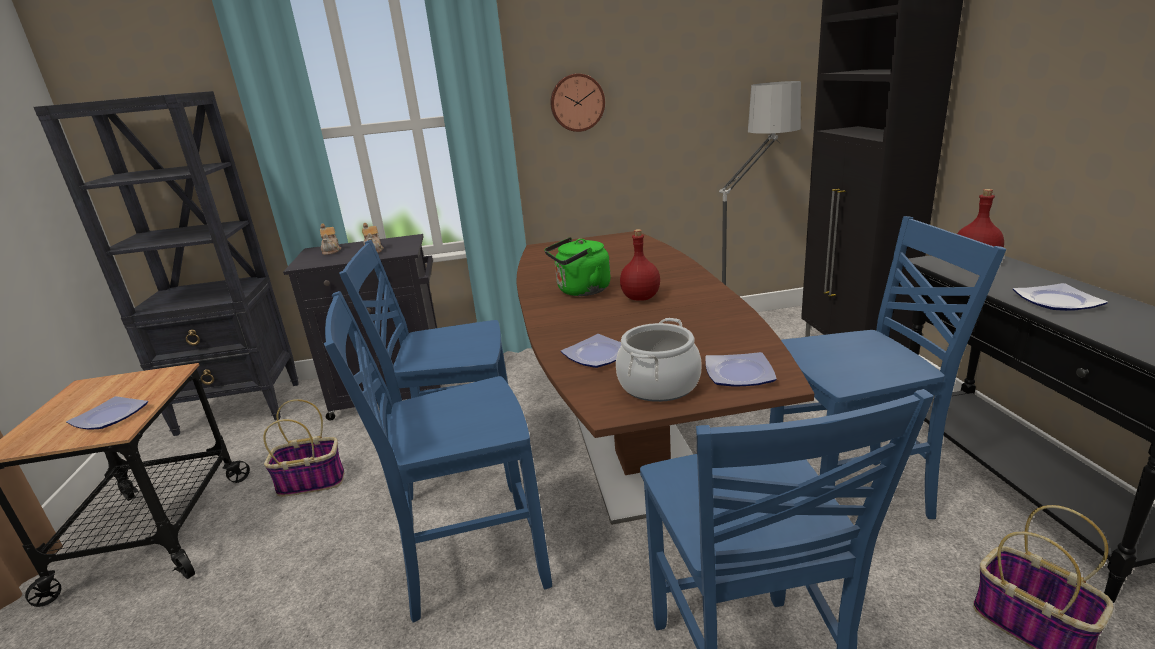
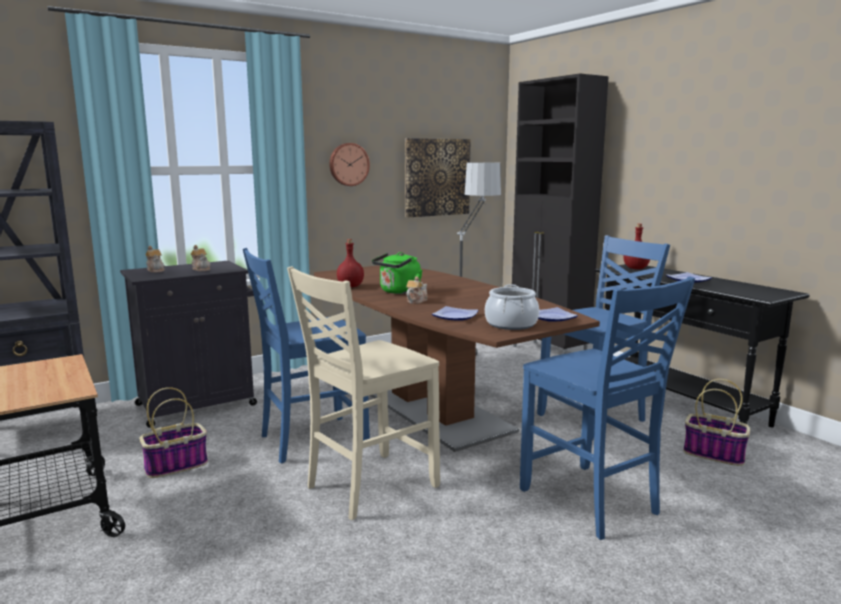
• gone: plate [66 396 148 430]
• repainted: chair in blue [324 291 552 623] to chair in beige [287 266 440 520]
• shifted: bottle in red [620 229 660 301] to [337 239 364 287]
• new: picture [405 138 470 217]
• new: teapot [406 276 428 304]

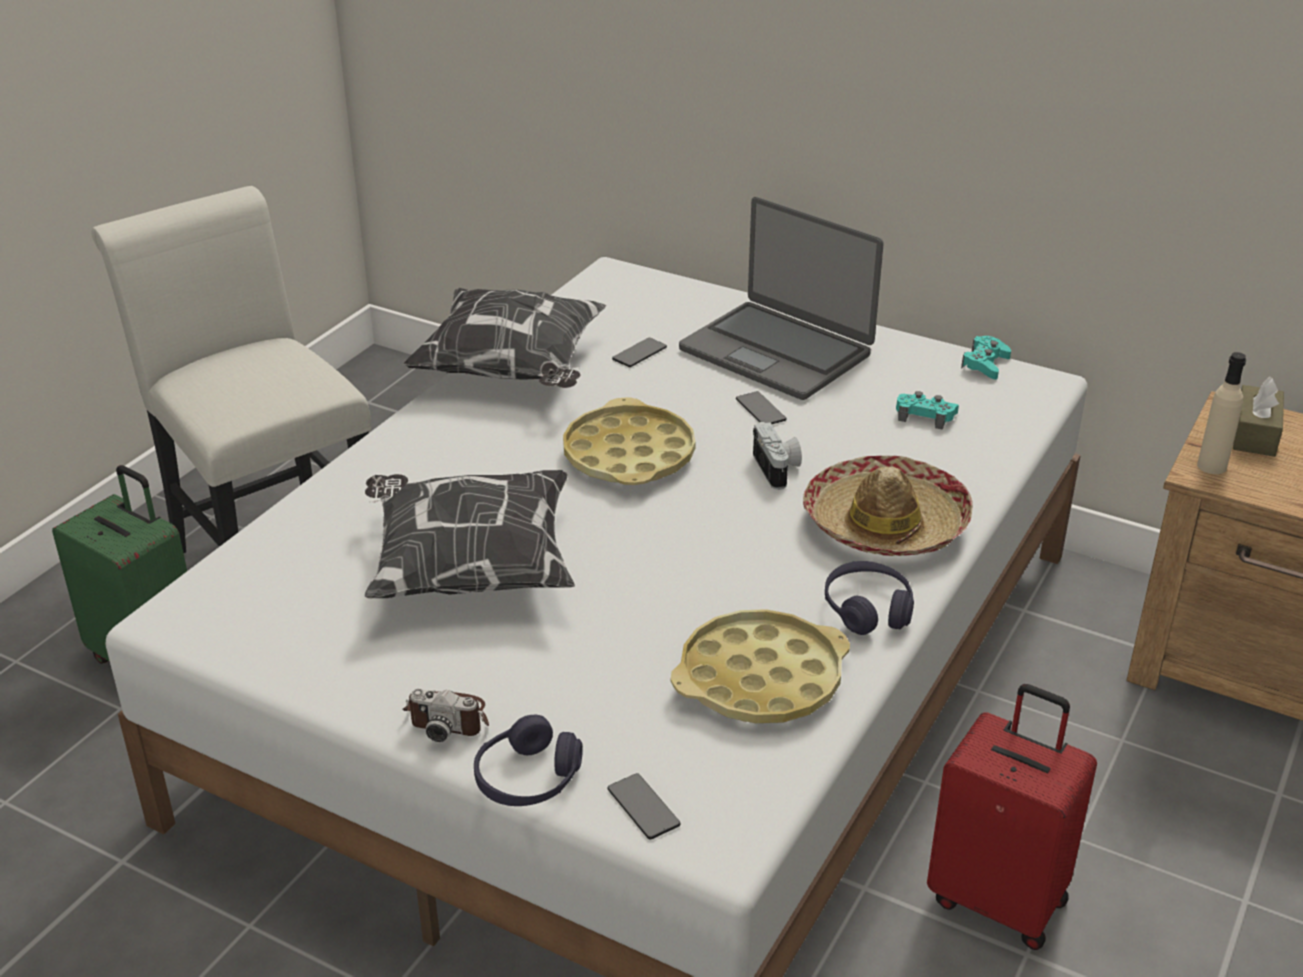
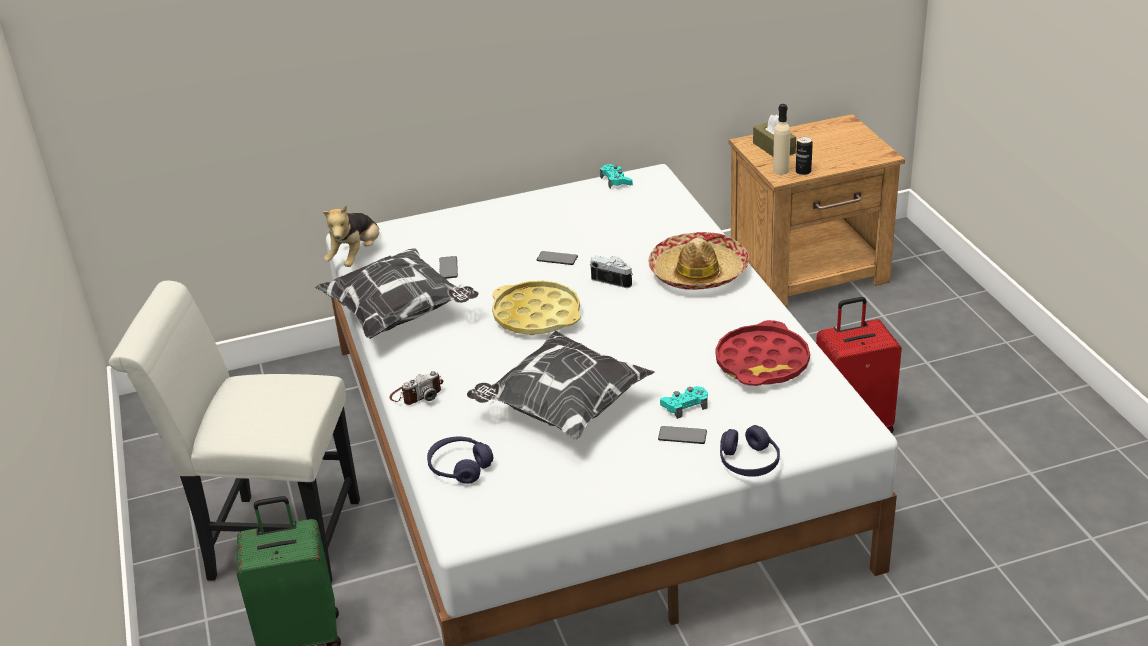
• shifted: photo camera [402 689 489 742] to [389 371 443 405]
• shifted: phone [607 773 680 840] to [658 426 707 444]
• repainted: tray in yellow [671 609 850 723] to tray in red [715 320 810 386]
• gone: laptop [679 197 884 400]
• shifted: headphones in purple [825 561 914 635] to [427 437 493 484]
• shifted: game controller in turquoise [896 391 959 430] to [660 386 708 419]
• new: plush toy [323 205 379 267]
• new: can [796 136 813 175]

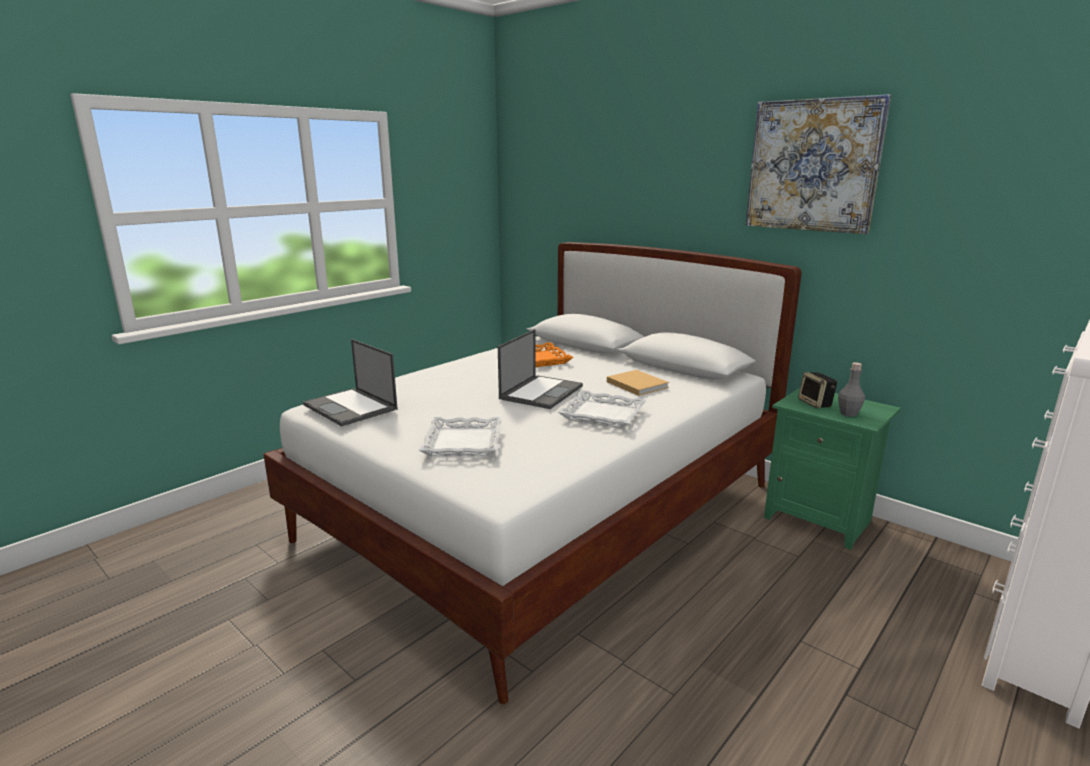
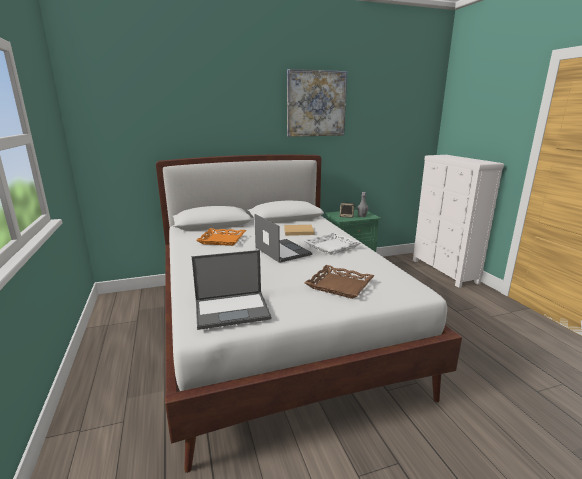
• repainted: tray in white [419 417 502 456] to tray in brown [304 265 374 299]

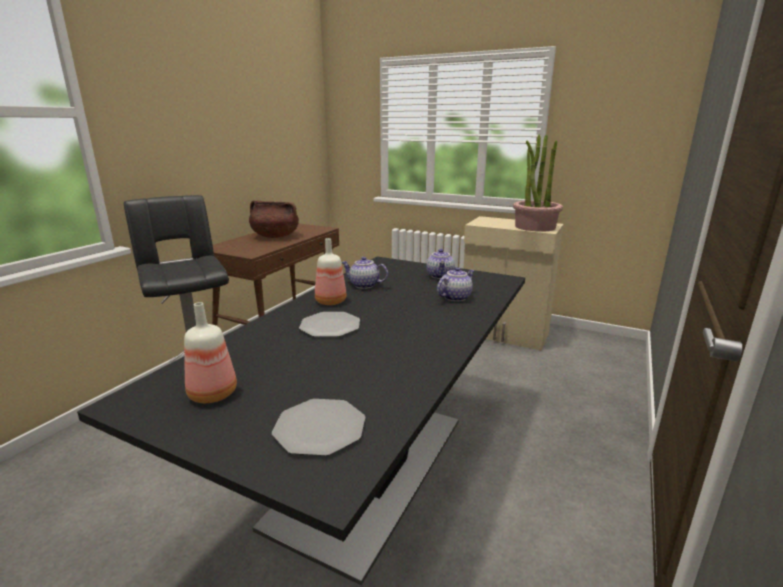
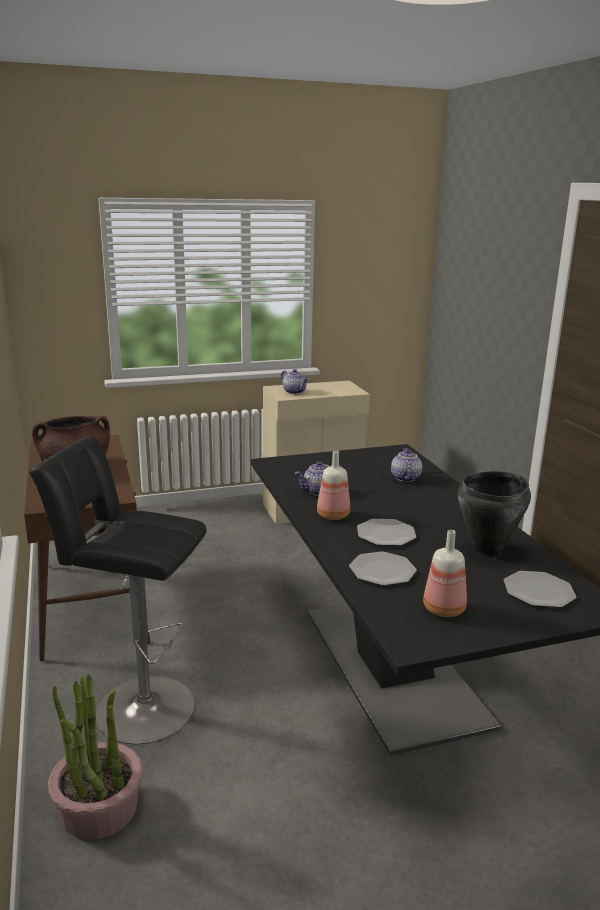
• shifted: teapot [426 249 455 279] to [281 369 309 394]
• shifted: potted plant [513 135 563 232] to [48 675 143 840]
• new: plate [349 551 417 586]
• new: cooking pot in black [458 471 531 556]

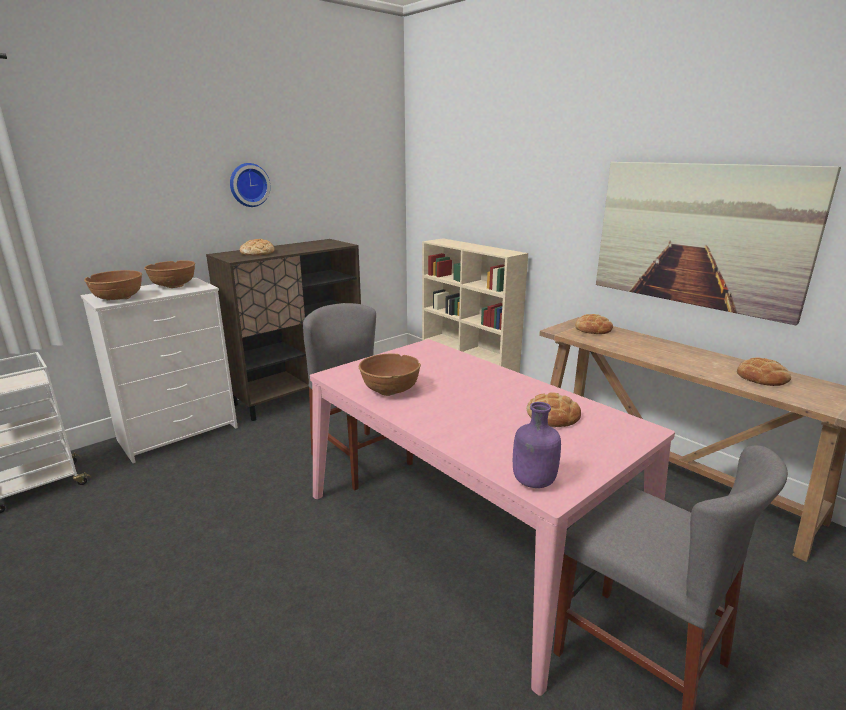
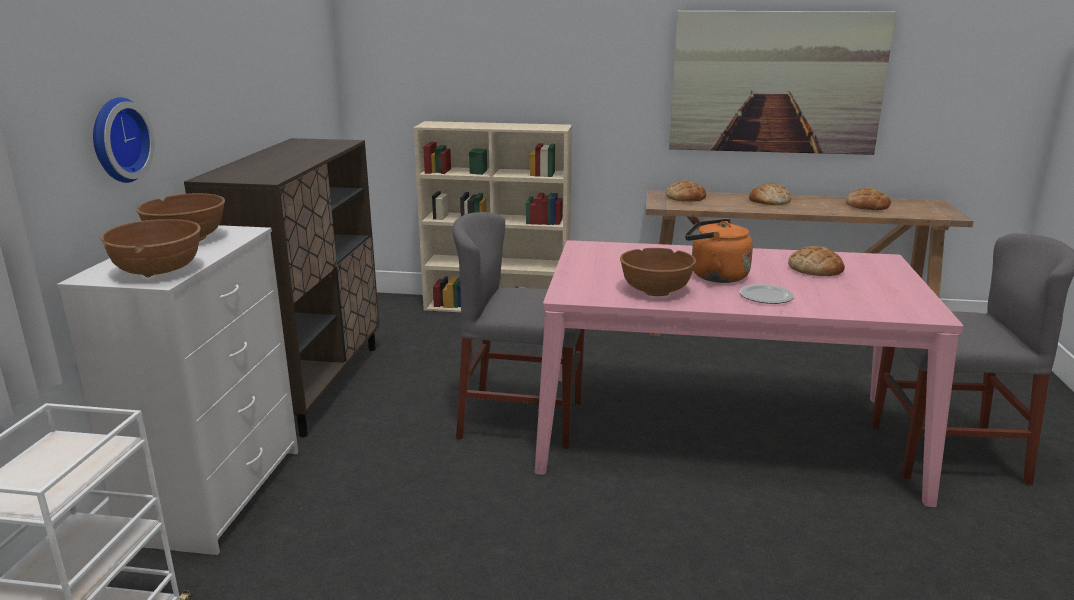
• shifted: wall clock [230 163 270 207] to [93 97 155 183]
• shifted: bread [240 239 275 256] to [749 183 791 205]
• gone: bottle in purple [513 402 561 488]
• new: kettle in orange [685 219 753 283]
• new: plate [740 284 794 304]

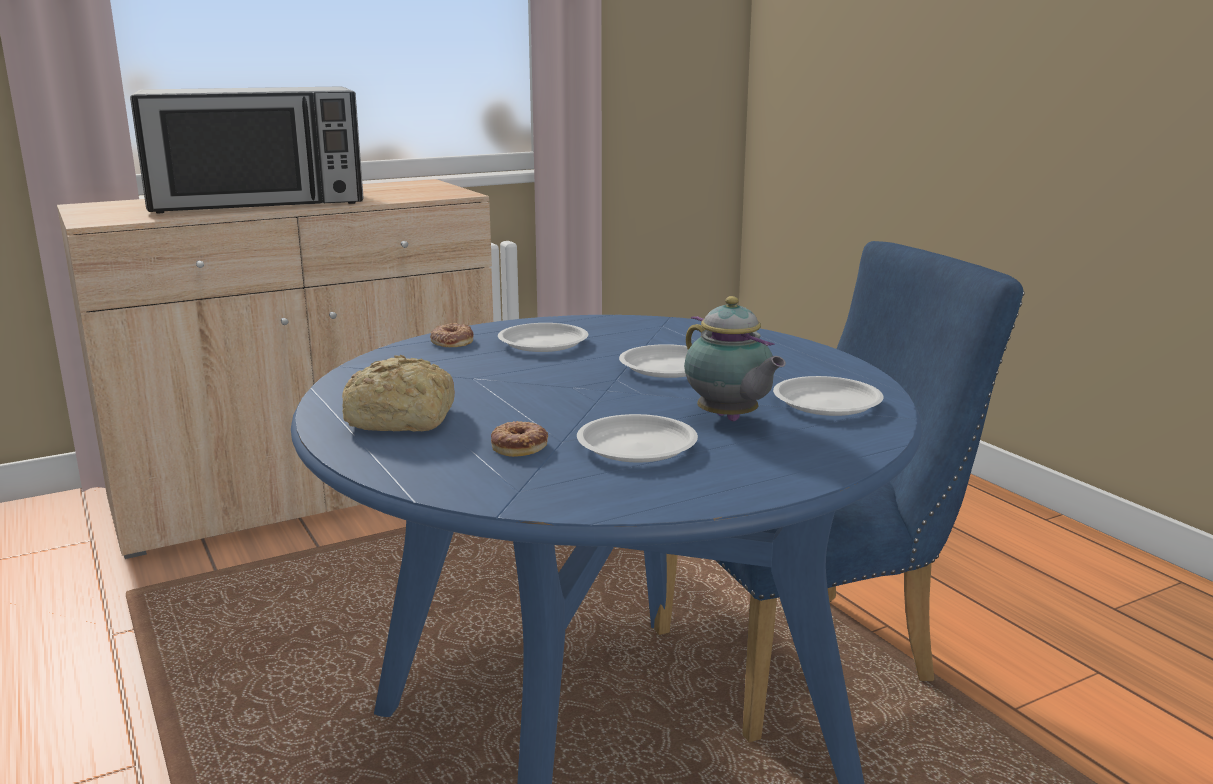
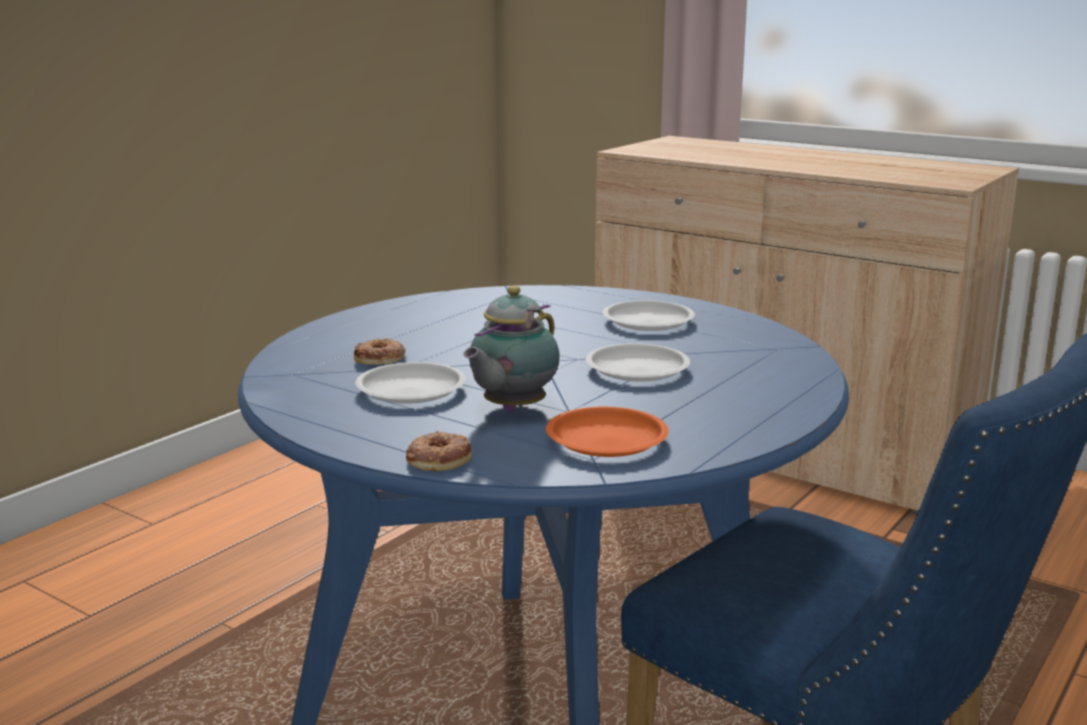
• gone: microwave [130 87 364 213]
• gone: bread [342 355 455 432]
• shifted: donut [430 323 474 347] to [406 431 472 471]
• repainted: plate in white [773 376 884 416] to plate in orange [546 407 669 457]

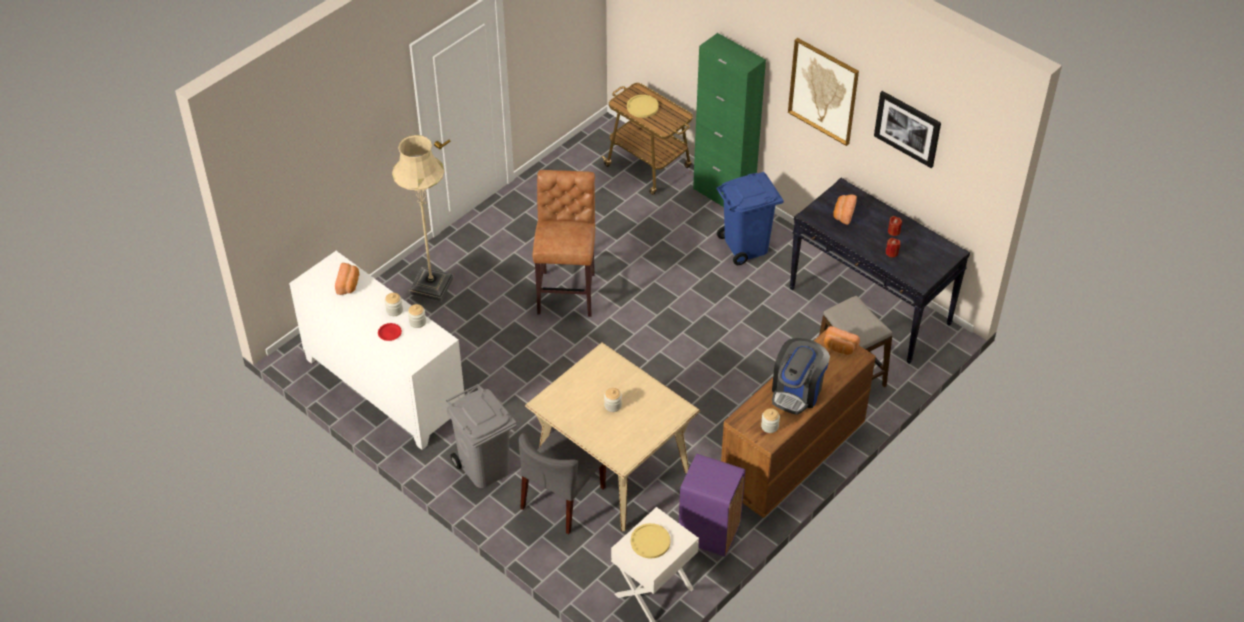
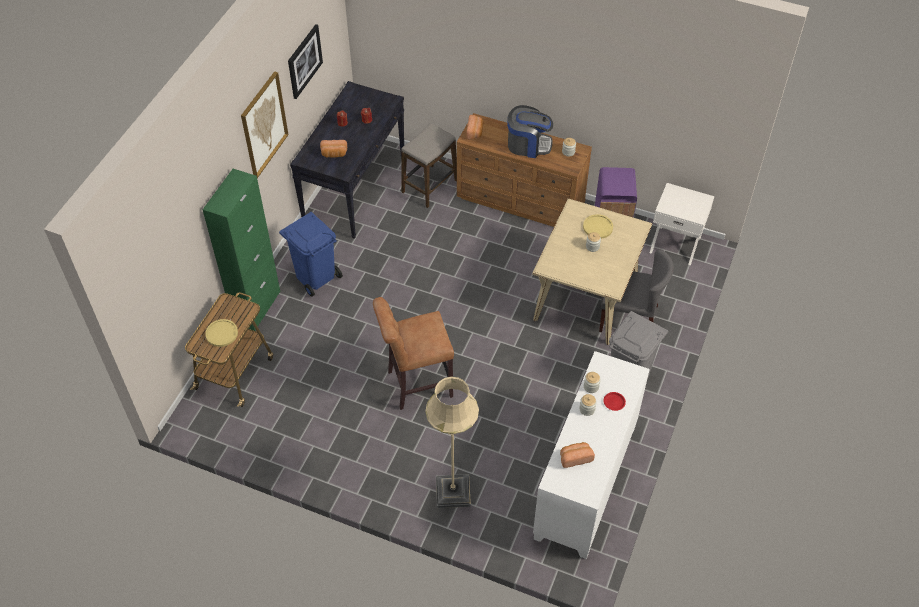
• shifted: plate in yellow [631 523 671 559] to [583 214 613 239]

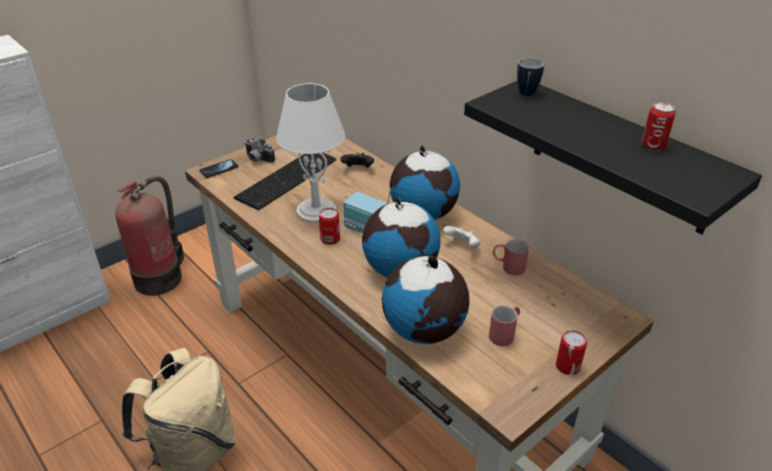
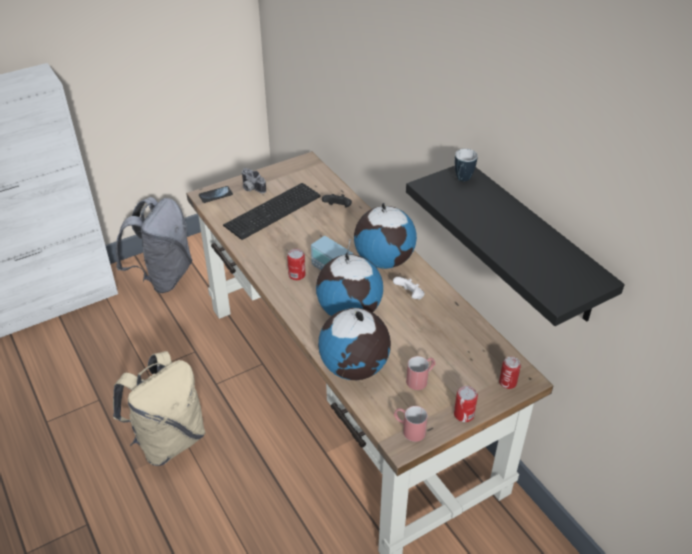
• swapped: fire extinguisher [115 176 184 296] to backpack in grey [116 197 192 293]
• gone: table lamp in white [276 83 345 223]
• shifted: mug in red [493 239 529 276] to [394 406 428 442]
• shifted: can [642 102 675 151] to [499 356 521 389]

